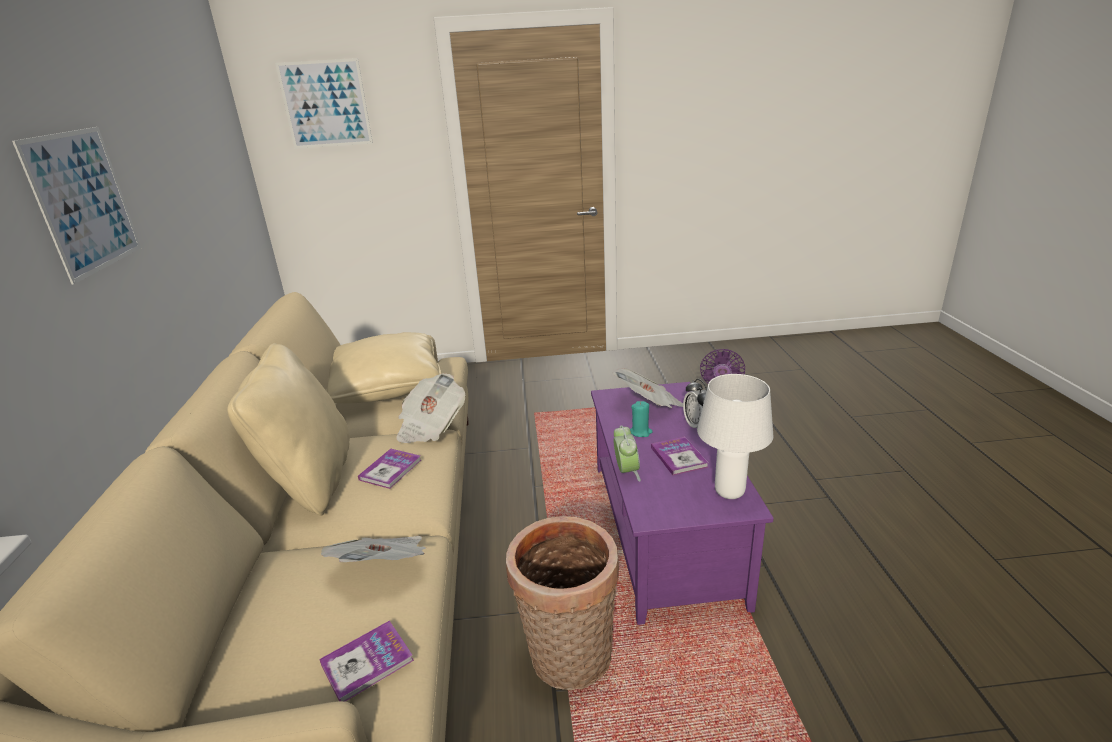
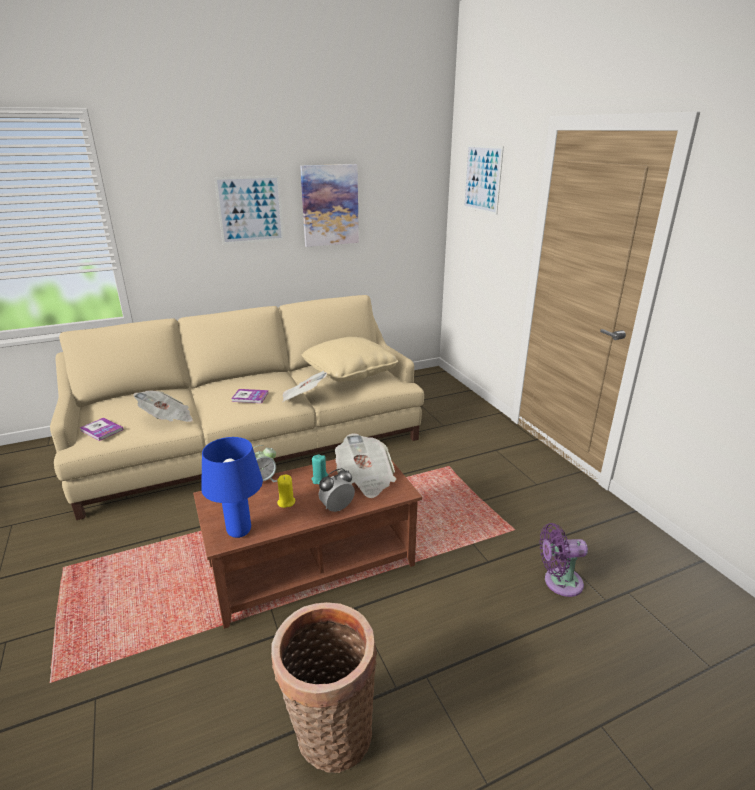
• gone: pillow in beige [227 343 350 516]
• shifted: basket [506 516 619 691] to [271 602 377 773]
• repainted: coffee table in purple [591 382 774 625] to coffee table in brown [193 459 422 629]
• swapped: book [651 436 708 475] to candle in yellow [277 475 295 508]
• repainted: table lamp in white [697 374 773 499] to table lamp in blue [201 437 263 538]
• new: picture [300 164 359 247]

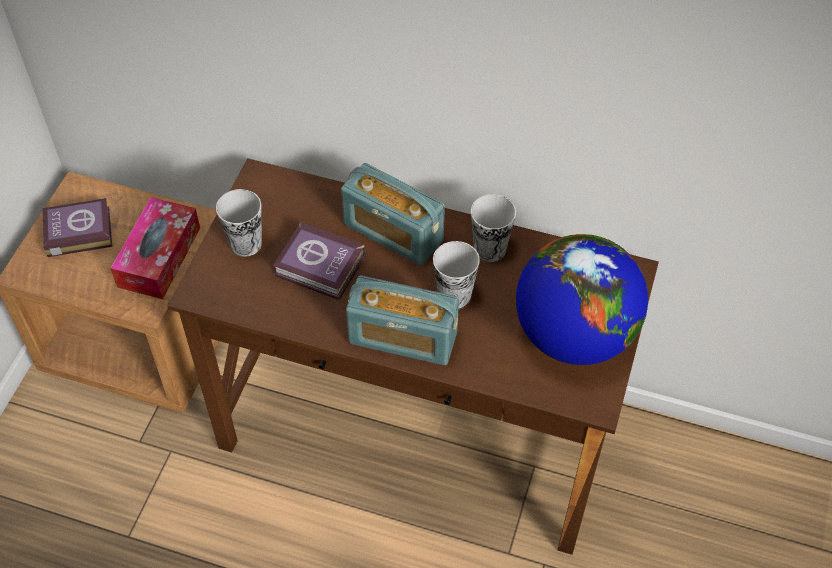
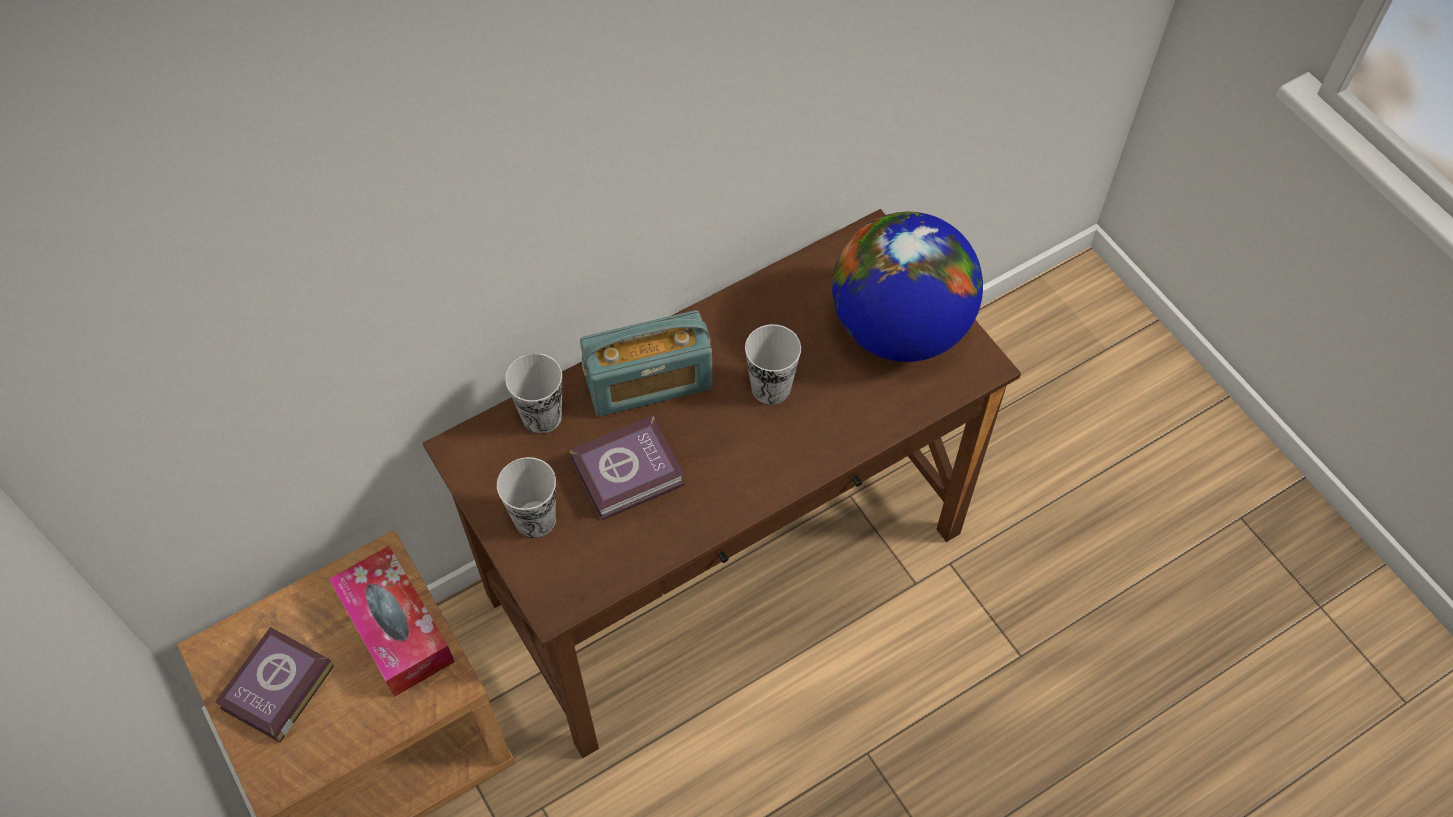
• gone: radio [346 275 459 365]
• shifted: cup [471 194 516 262] to [505 353 562 434]

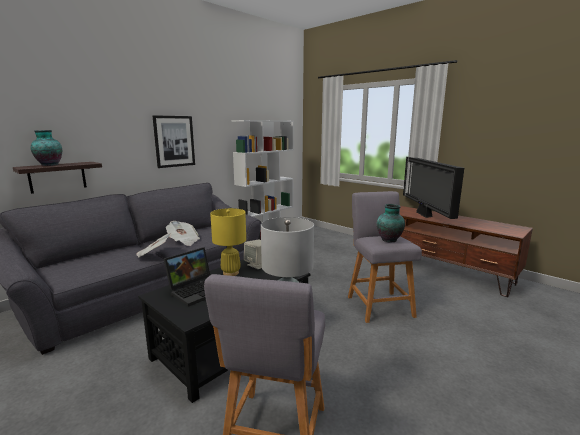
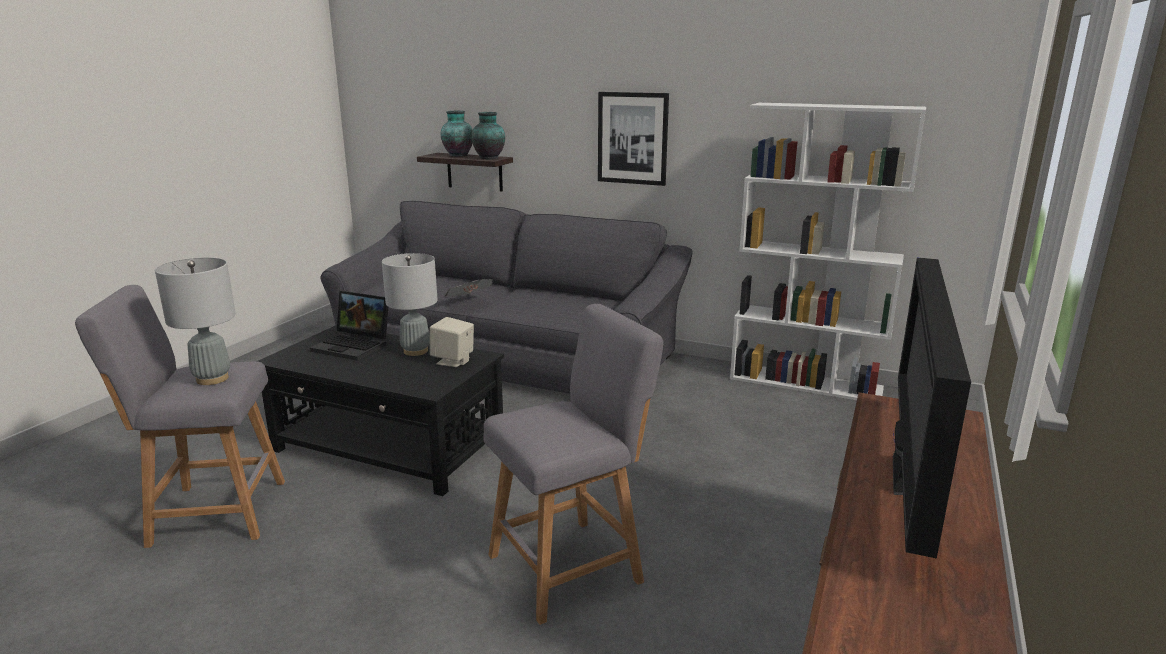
• gone: newspaper [166 221 200 246]
• repainted: table lamp in yellow [210 208 246 276] to table lamp in grey [382 253 438 356]
• shifted: vase [377 204 405 242] to [471 112 505 159]
• rotated: television [403 157 464 219] = [893 258 971 559] 45 degrees counterclockwise

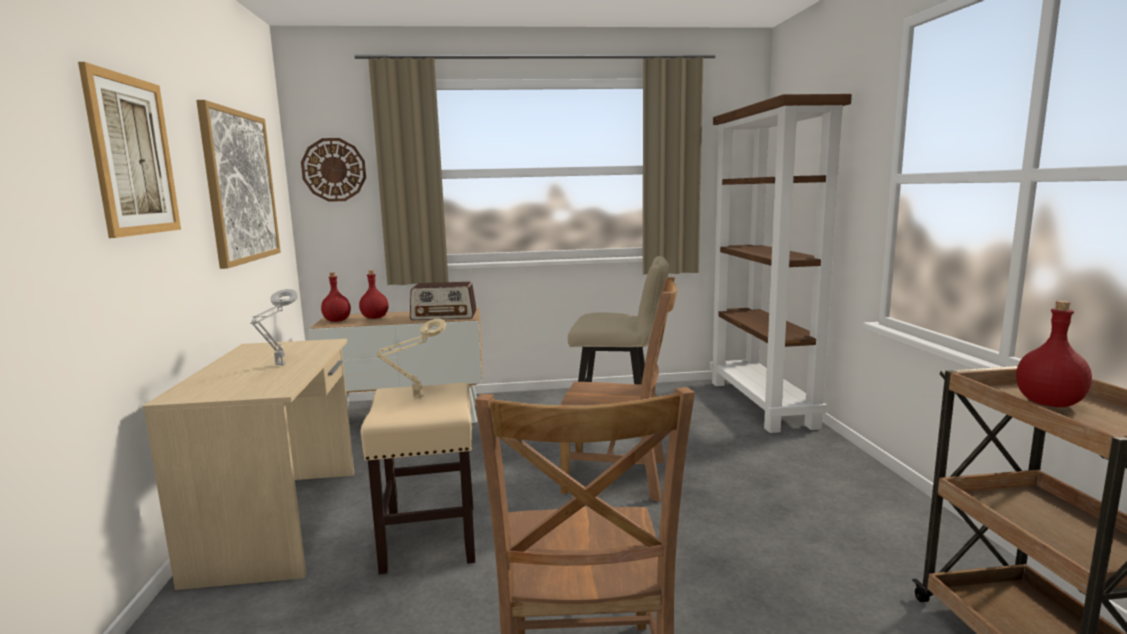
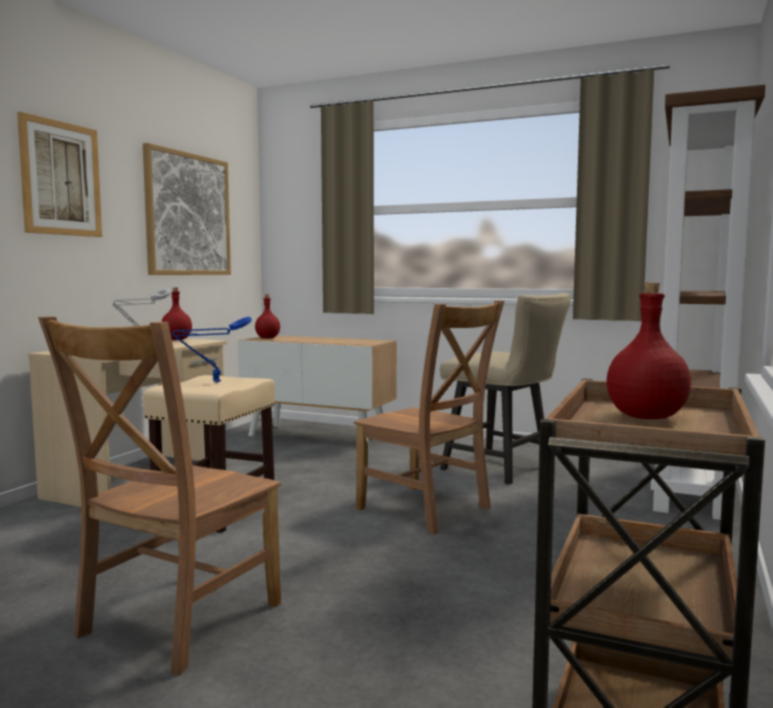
• gone: wall clock [301 138 366 202]
• shifted: bottle in red [359 270 388 319] to [162 287 192 340]
• repainted: table lamp in beige [376 319 446 399] to table lamp in blue [172 317 252 383]
• gone: radio [410 282 476 320]

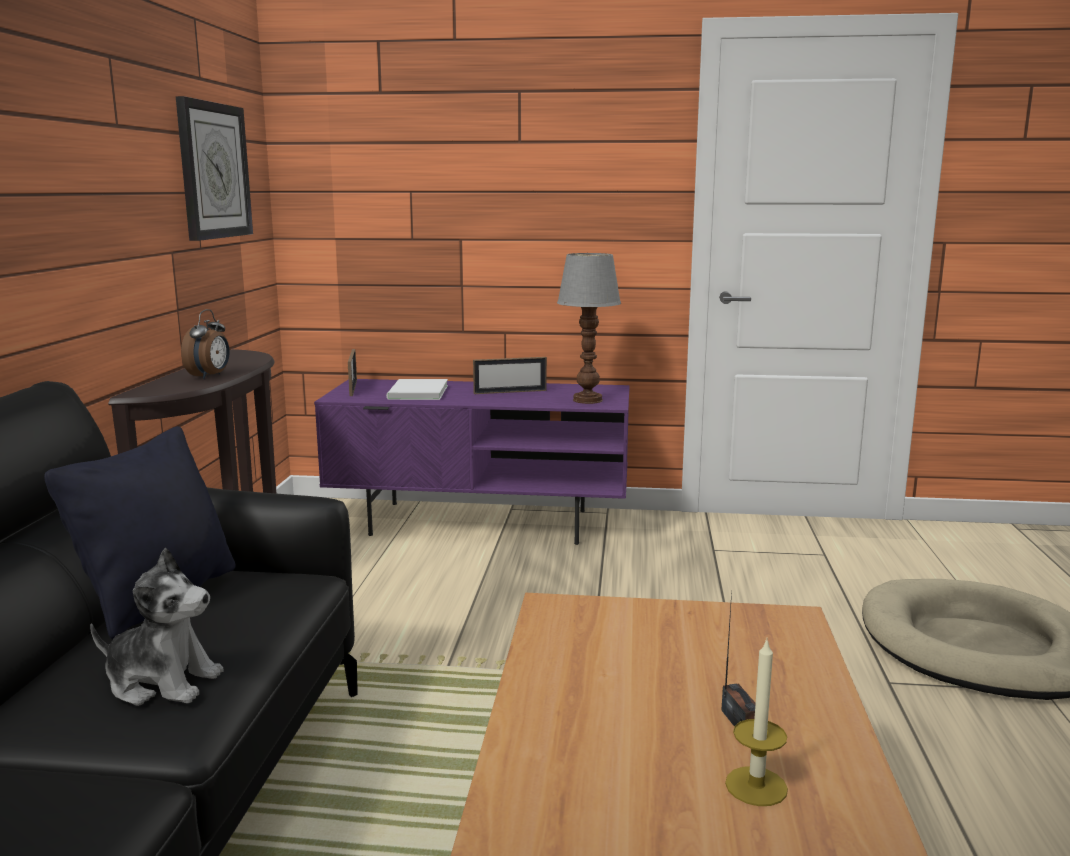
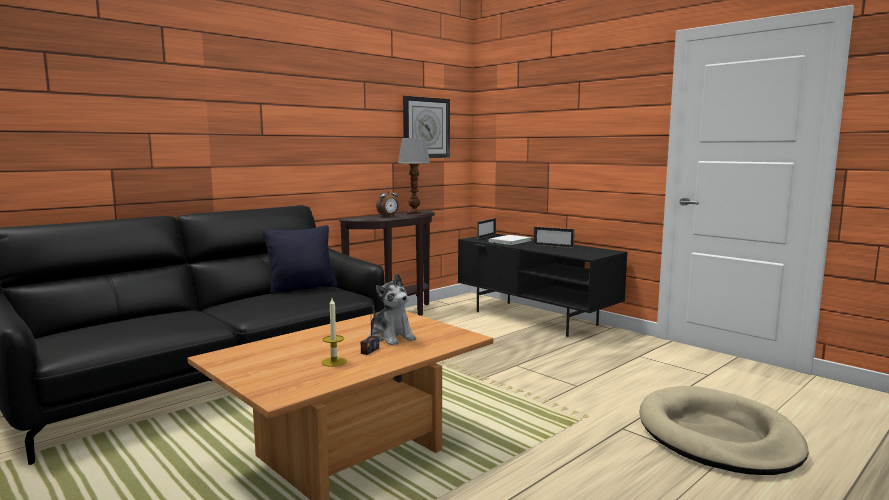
• shifted: plush toy [90 548 223 706] to [370 273 416 346]
• repainted: tv stand in purple [314 379 630 545] to tv stand in black [458 234 628 337]
• shifted: table lamp [557 253 621 404] to [398 138 430 215]

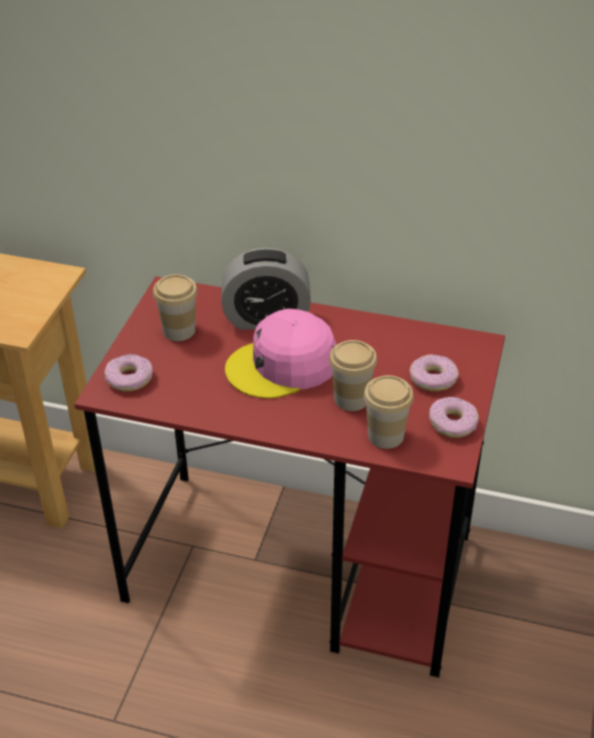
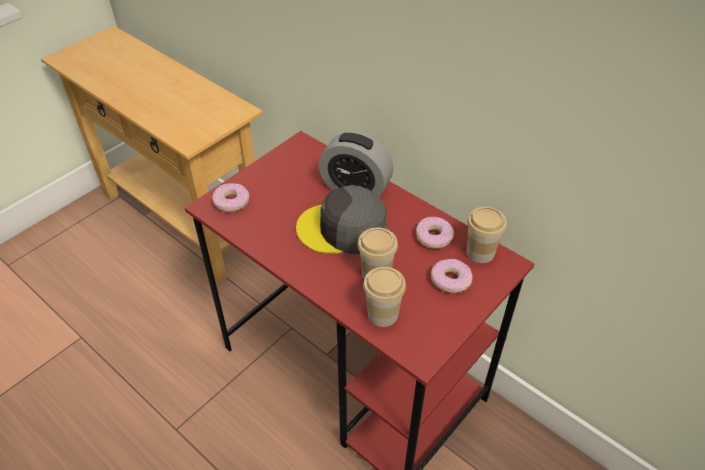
• shifted: cup [153 274 198 341] to [466 207 507 263]
• repainted: cap in pink [225 309 337 399] to cap in grey [296 185 387 254]
• shifted: donut [429 397 479 438] to [416 217 454 249]

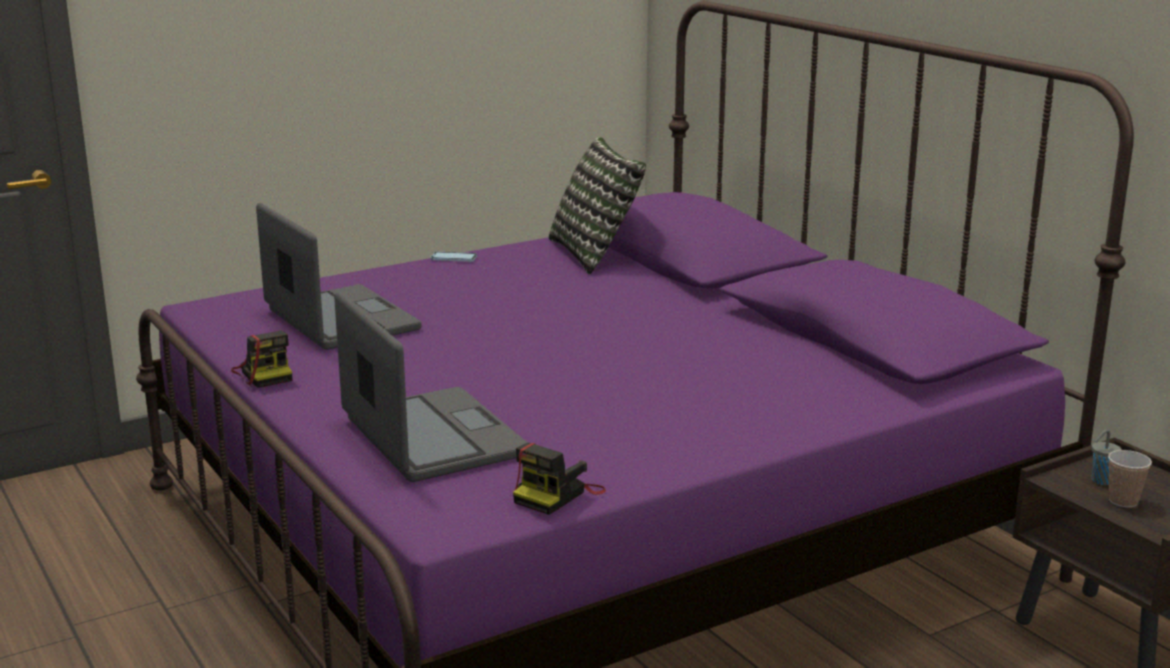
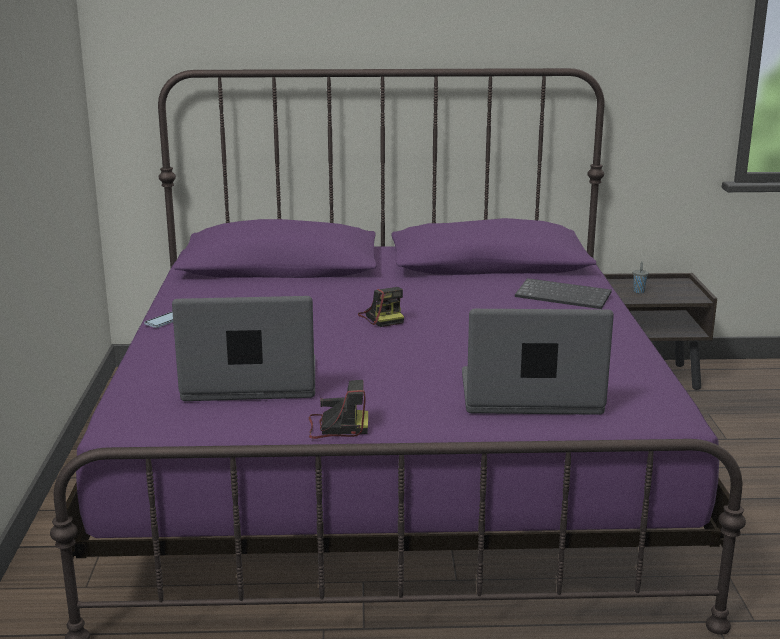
• shifted: photo camera [513 443 606 515] to [358 287 404 327]
• gone: pillow [549 137 646 275]
• gone: cup [1108 450 1152 507]
• new: keyboard [515 278 612 309]

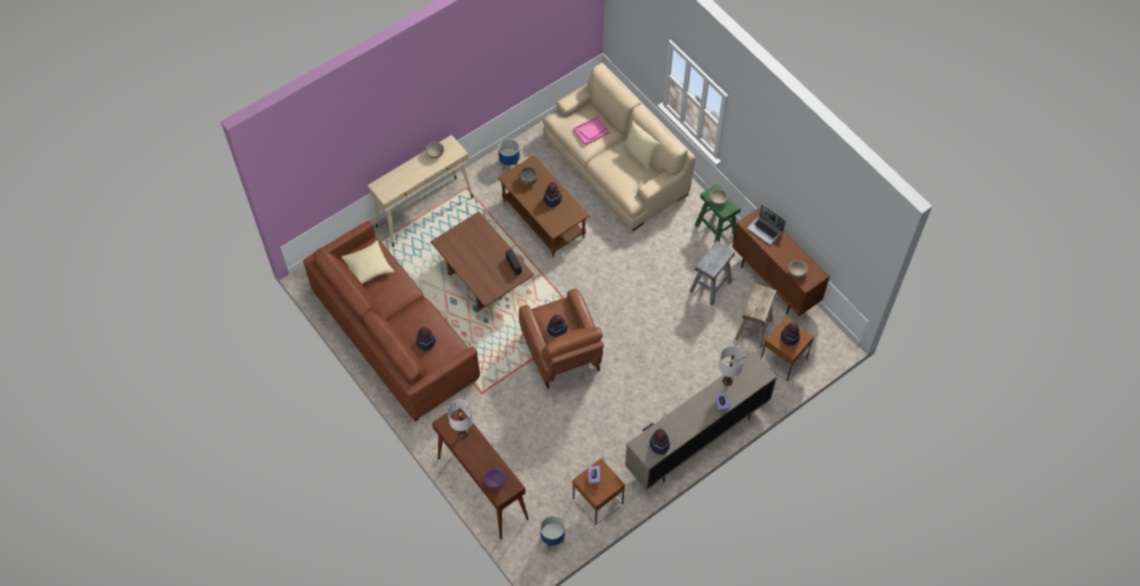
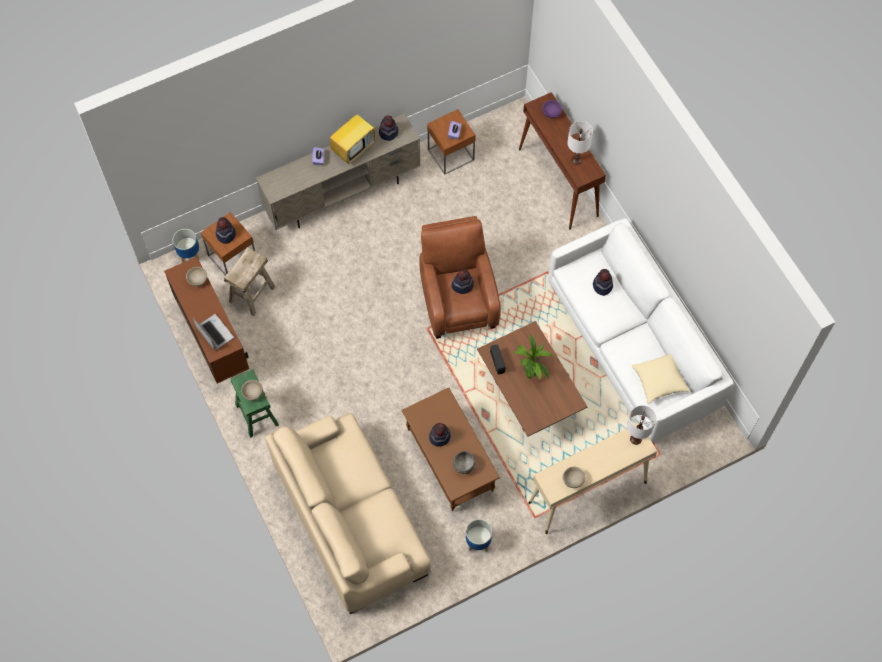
• repainted: sofa in brown [303 221 480 421] to sofa in white [548 218 733 442]
• shifted: planter [540 516 565 550] to [172 229 200 263]
• gone: tray in pink [573 116 610 145]
• gone: pillow in beige [623 120 660 172]
• gone: stool in grey [689 241 735 306]
• shifted: table lamp in white [719 346 745 386] to [627 405 656 445]
• new: television [330 107 375 164]
• new: potted plant [514 333 553 380]

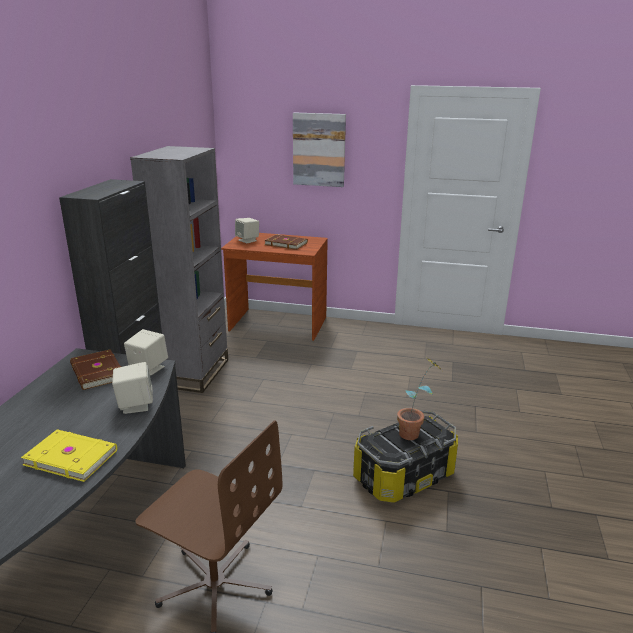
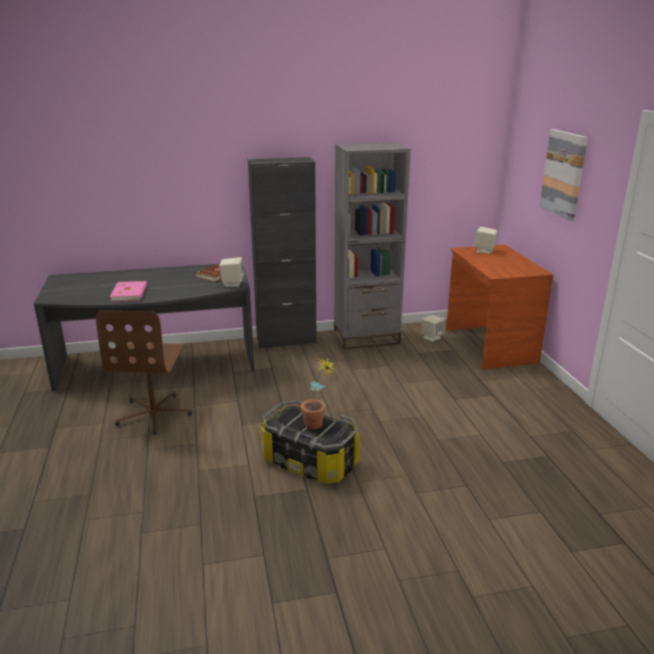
• repainted: book in yellow [21 429 117 482] to book in pink [110 281 147 302]
• shifted: speaker in beige [112 362 153 414] to [421 315 445 342]
• gone: book in brown [264 234 308 250]

